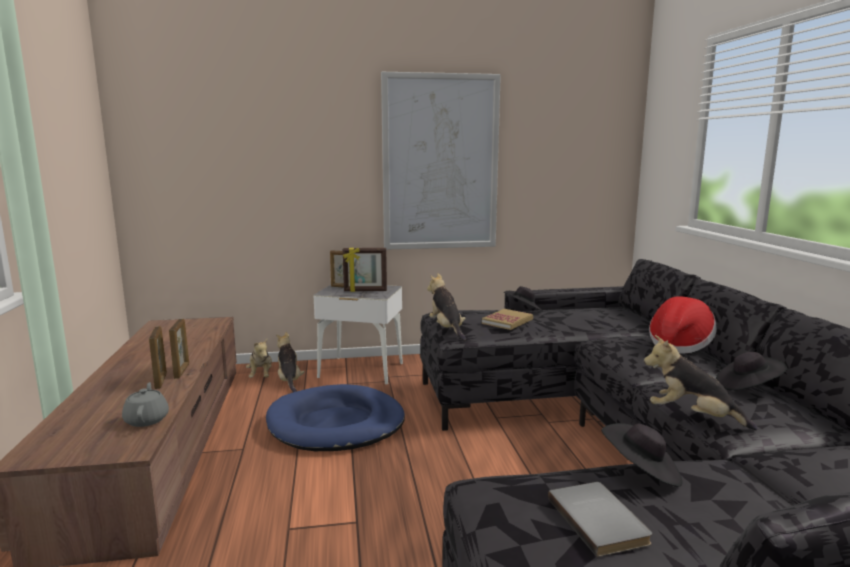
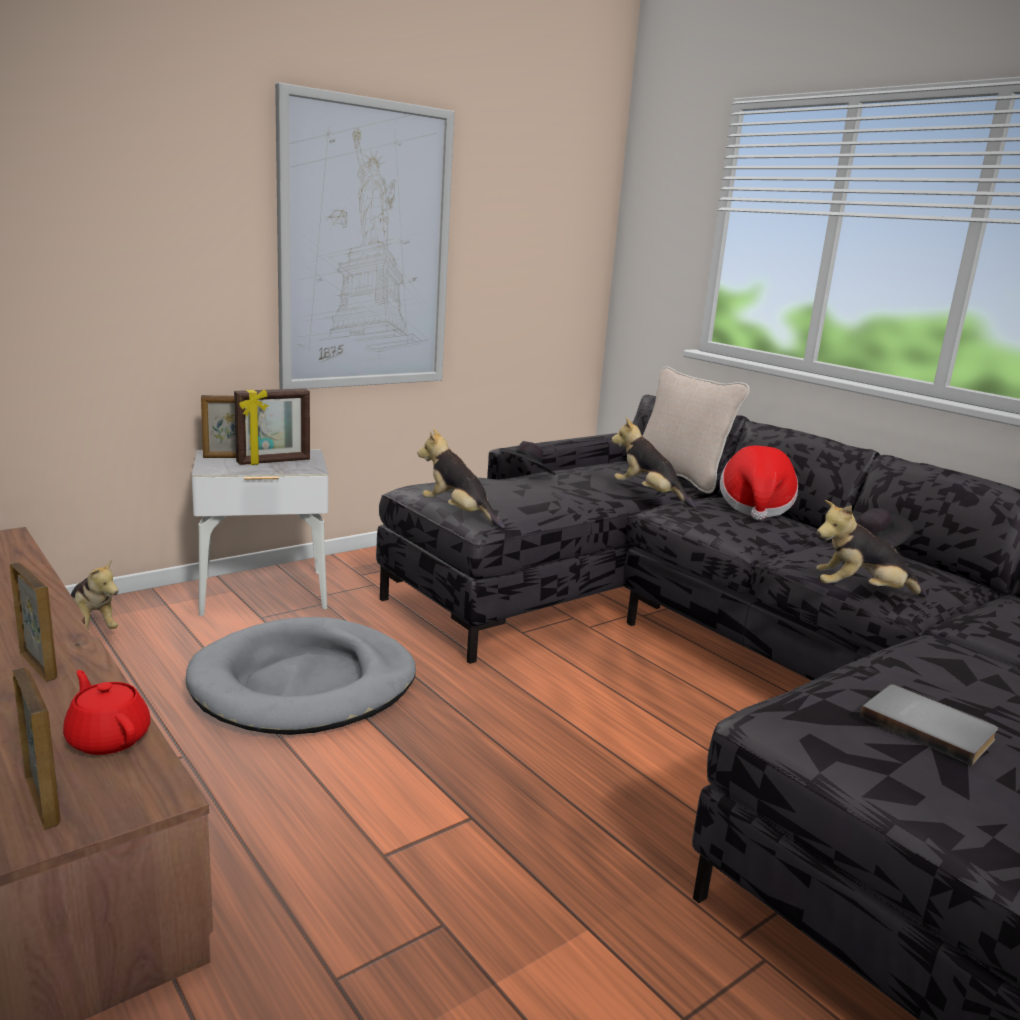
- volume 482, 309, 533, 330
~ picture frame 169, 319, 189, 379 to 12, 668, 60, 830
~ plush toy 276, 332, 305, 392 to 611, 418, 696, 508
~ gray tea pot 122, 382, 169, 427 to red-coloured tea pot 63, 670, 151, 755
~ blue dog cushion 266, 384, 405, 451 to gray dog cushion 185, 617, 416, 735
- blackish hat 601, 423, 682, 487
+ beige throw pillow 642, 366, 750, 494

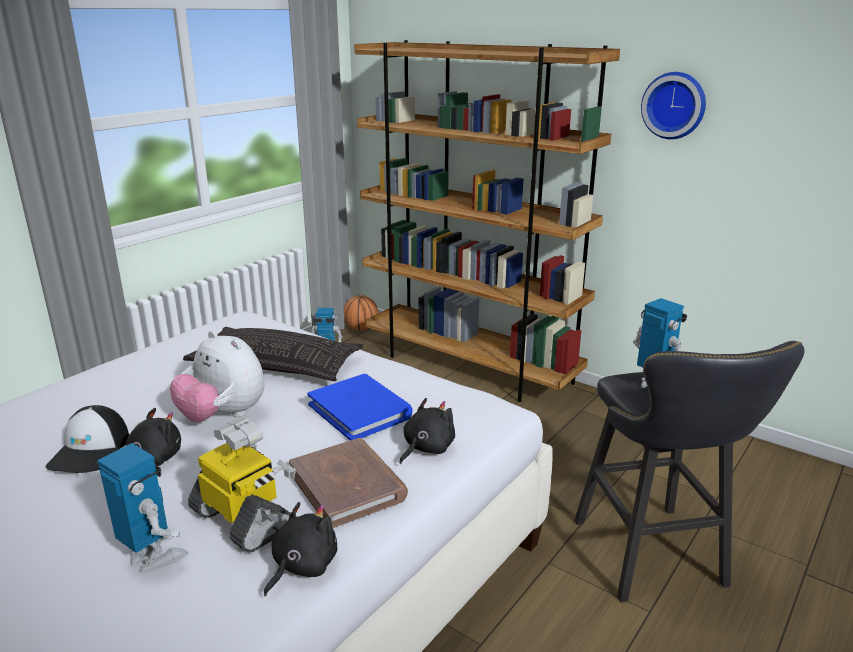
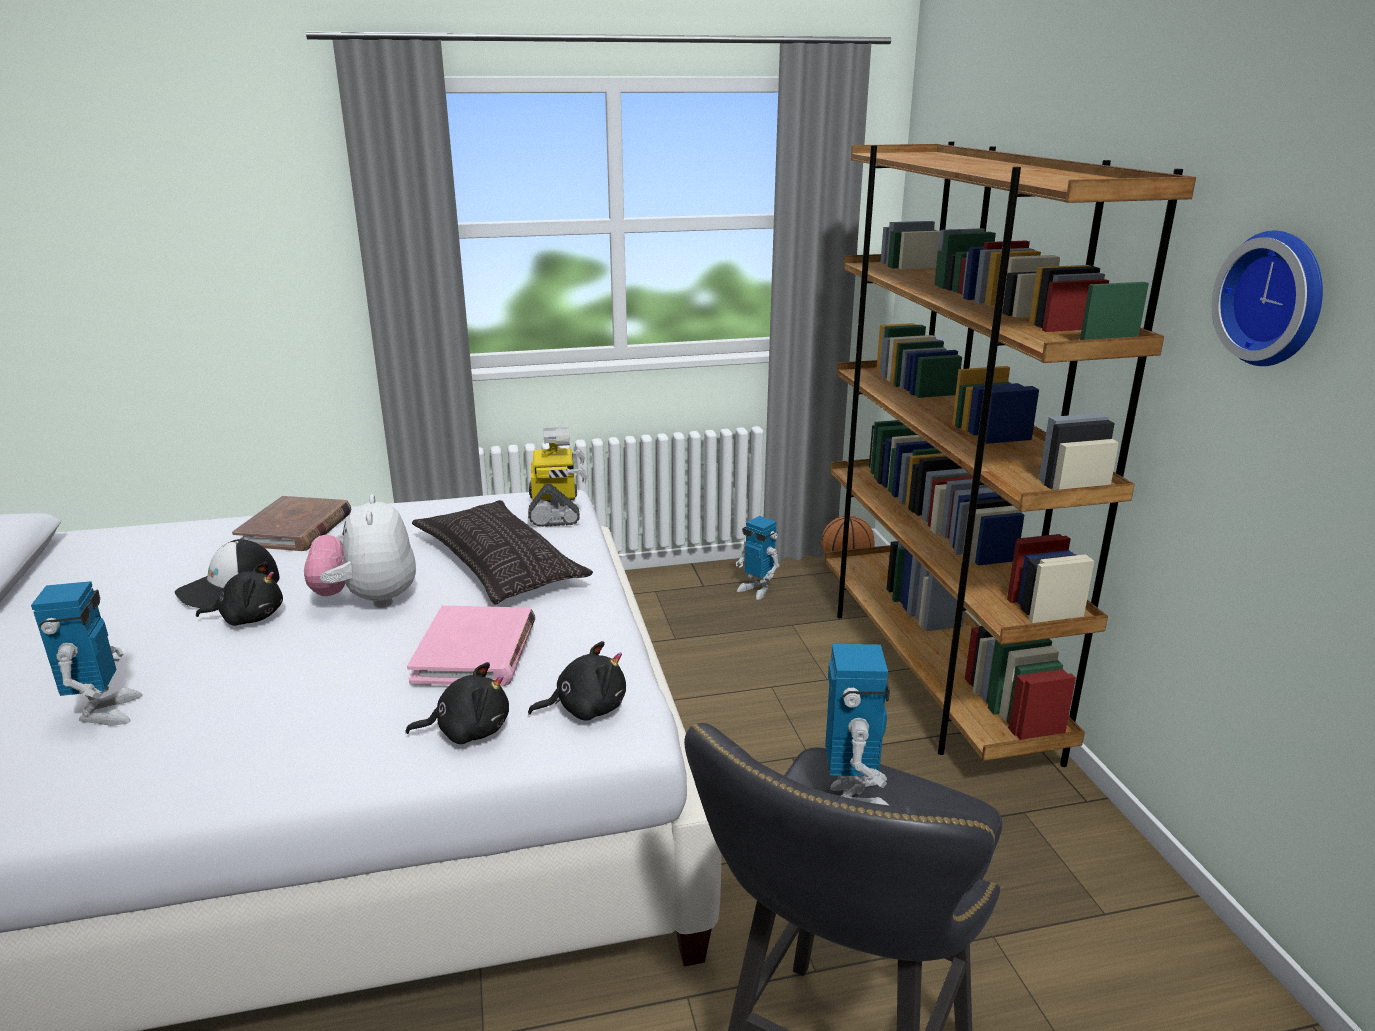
~ blue volume 307, 374, 413, 440 to pinkish volume 407, 605, 536, 686
~ toy robot 188, 418, 296, 553 to 528, 426, 587, 527
~ brownish volume 289, 438, 408, 528 to 232, 496, 351, 551
~ blackish plush toy 264, 502, 337, 596 to 528, 641, 626, 721

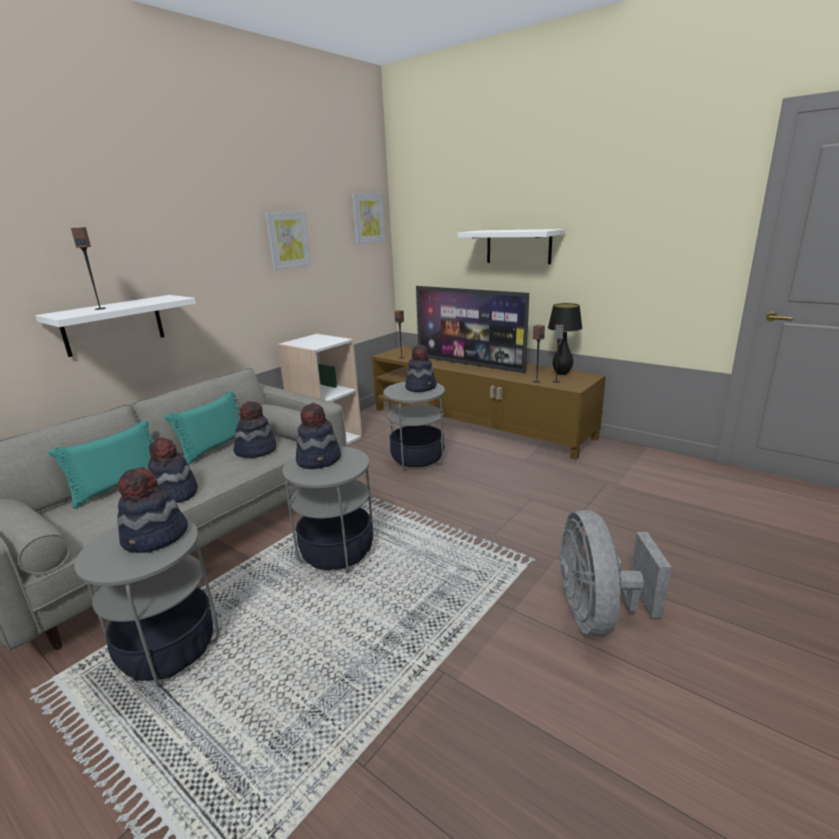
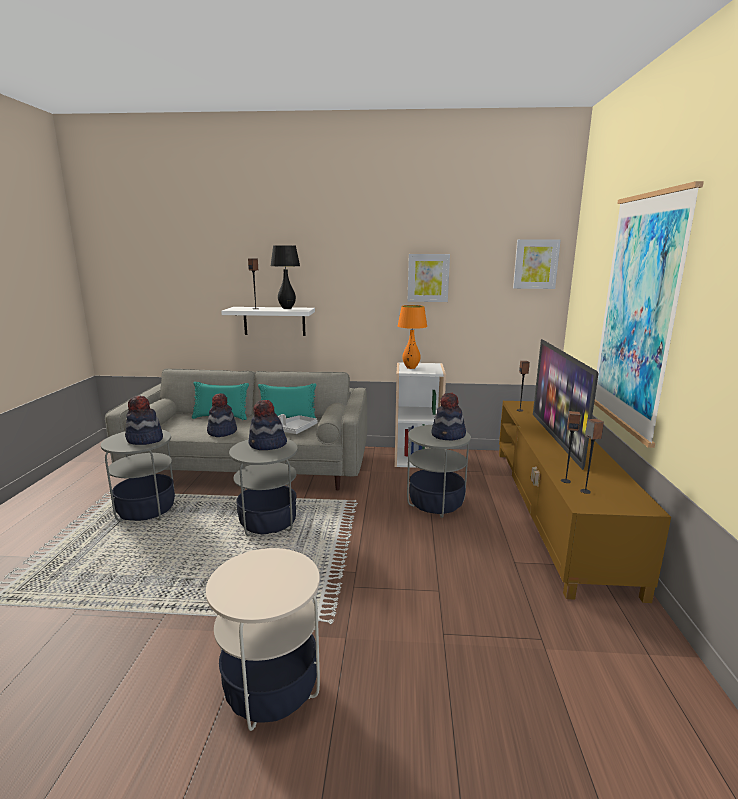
~ white-coloured wall shelf 458, 229, 565, 264 to picture 594, 181, 704, 448
~ blackish lamp for a table 548, 303, 582, 375 to 271, 245, 300, 309
~ hat 234, 401, 276, 458 to gray carrying tray 278, 414, 318, 434
~ gray cooling fan 559, 510, 671, 636 to beige end table 206, 548, 320, 731
+ orangey lamp for a table 398, 305, 427, 369

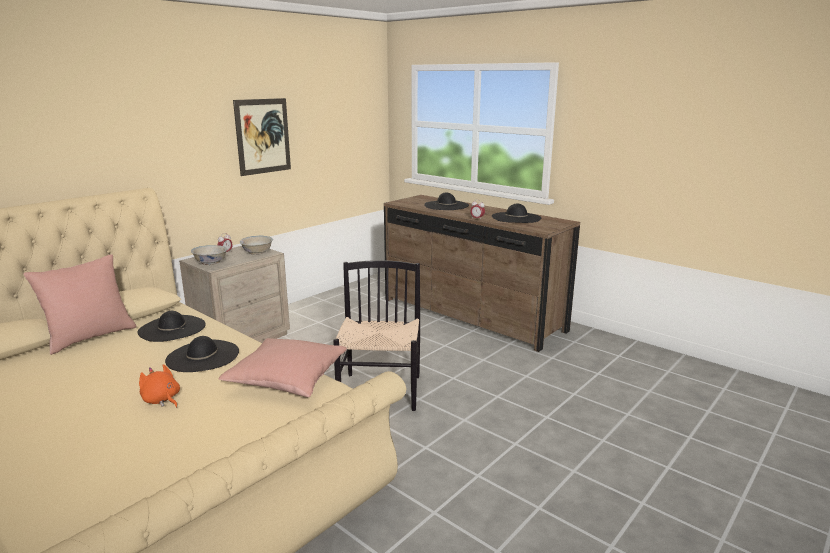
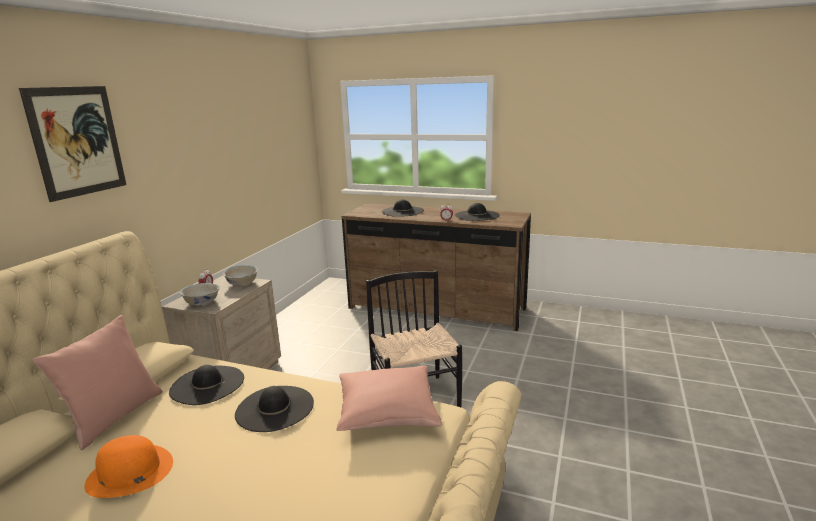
~ picture 233, 98, 291, 176 to 19, 86, 126, 202
- orangey plush toy 139, 364, 180, 408
+ orangey hat 84, 435, 173, 498

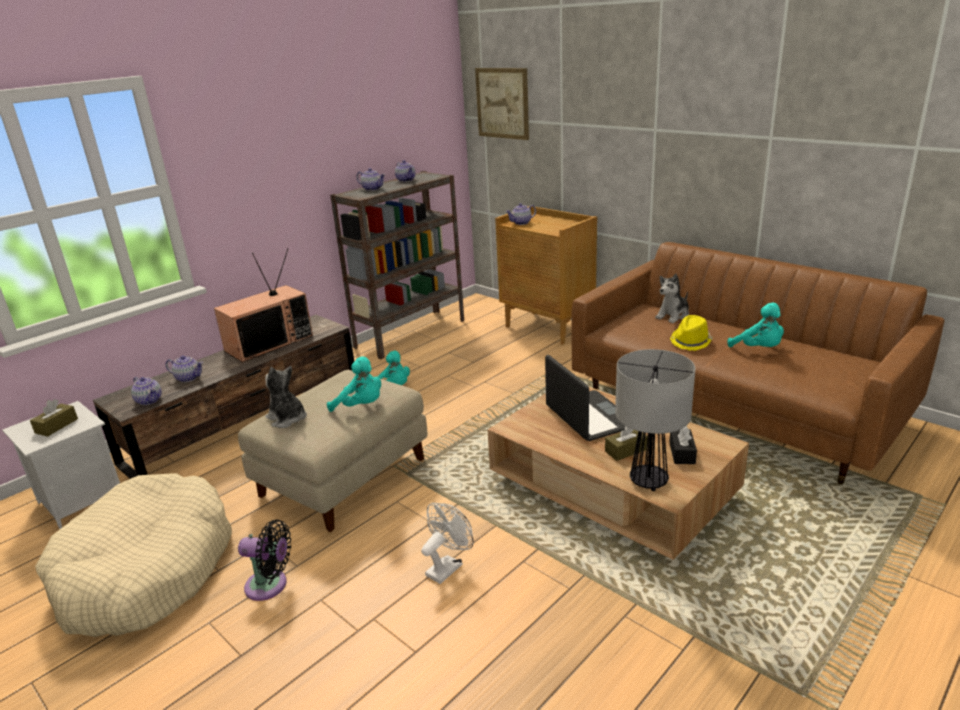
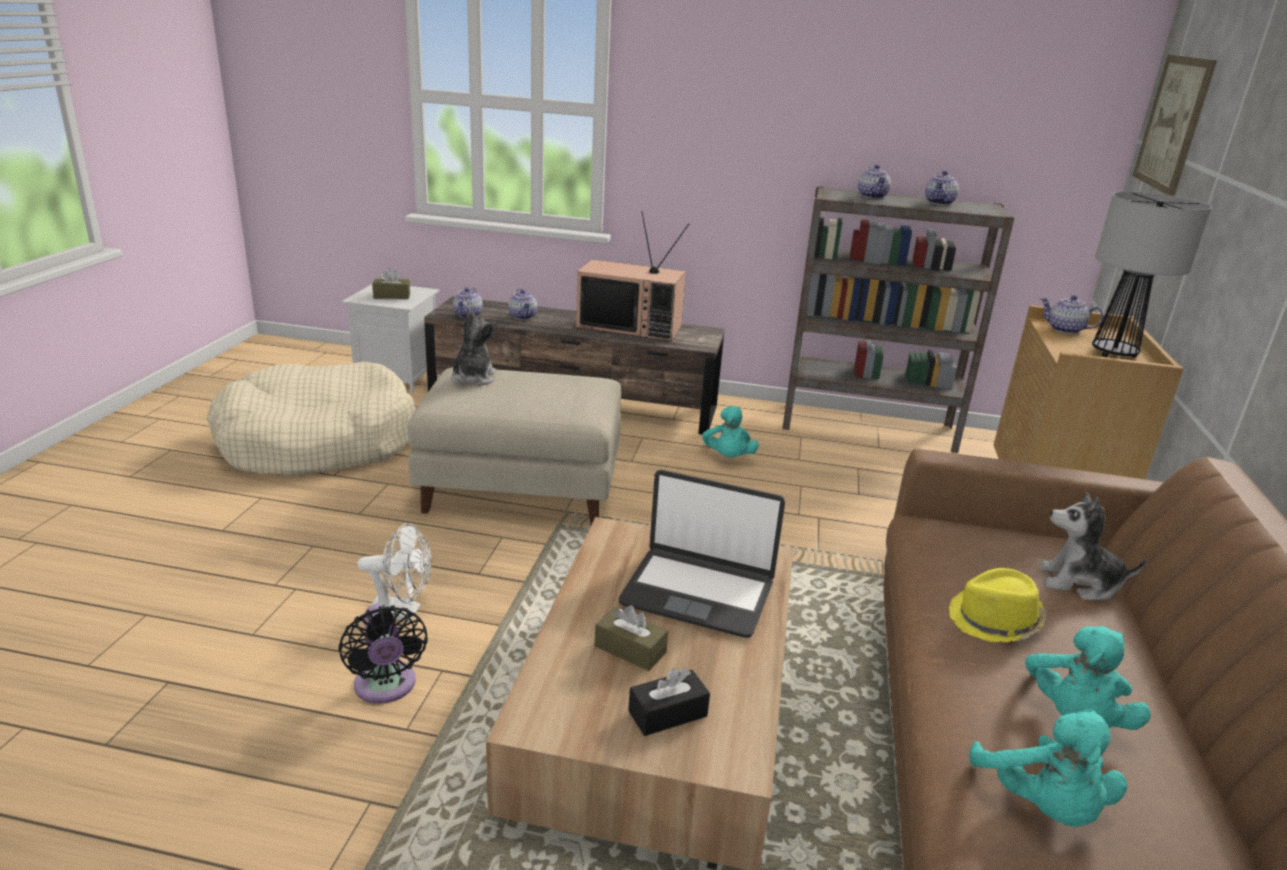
~ lamp for a table 615, 349, 696, 491 to 1092, 191, 1212, 358
~ laptop 545, 355, 626, 441 = 619, 470, 785, 638 75 degrees clockwise
~ turquoise plush toy 327, 356, 381, 412 to 969, 709, 1127, 827
~ blackish cooling fan 238, 520, 291, 601 to 338, 604, 428, 704

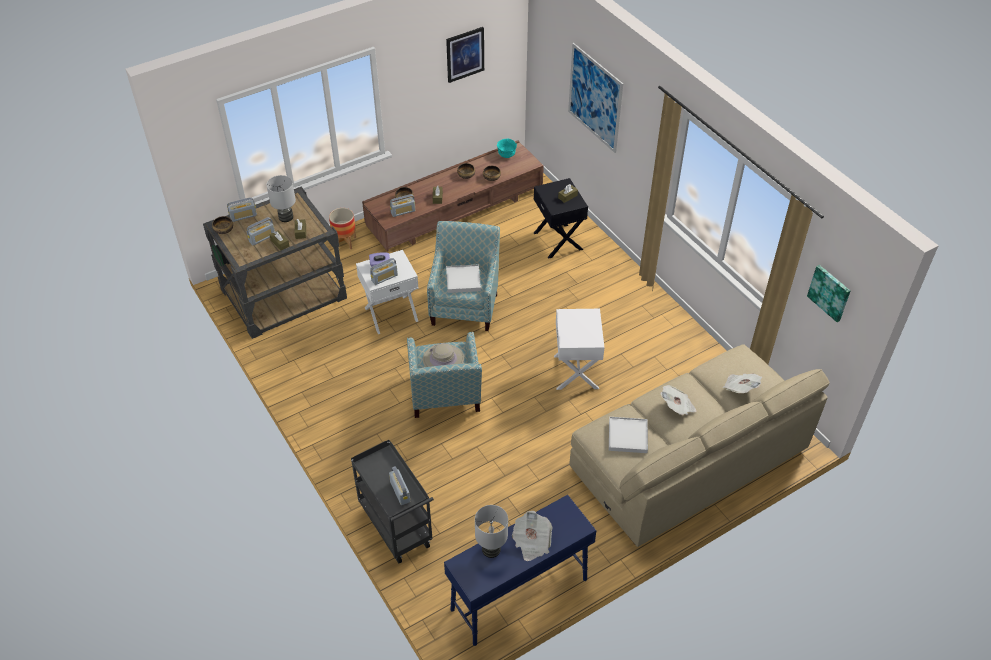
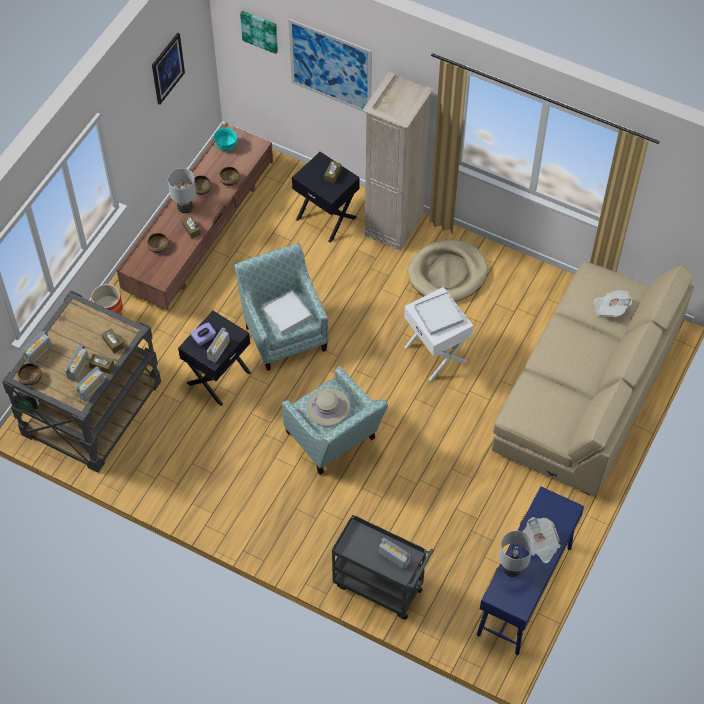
~ gray lamp for a table 266, 175, 296, 222 to 168, 168, 196, 213
~ radio 390, 194, 415, 217 to 75, 366, 105, 401
~ white-coloured end table 356, 250, 419, 334 to blackish end table 178, 311, 251, 406
~ picture 807, 265, 850, 322 to 240, 11, 278, 54
- printed paper 660, 385, 697, 415
~ white-coloured carrying tray 609, 417, 648, 453 to 414, 292, 464, 335
+ beige cabinet 363, 71, 433, 251
+ beige dog cushion 408, 240, 488, 302

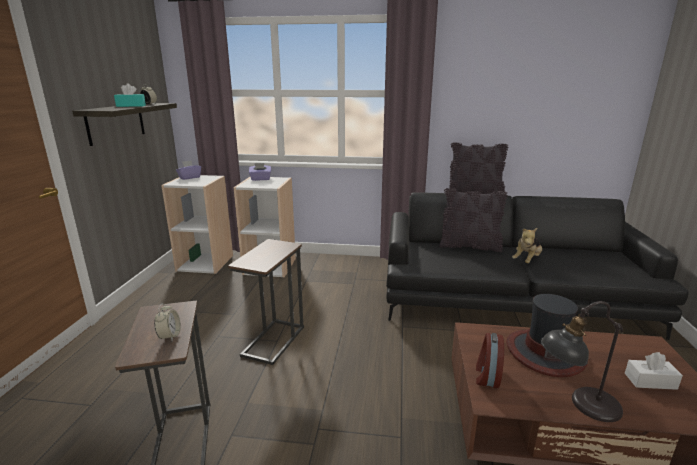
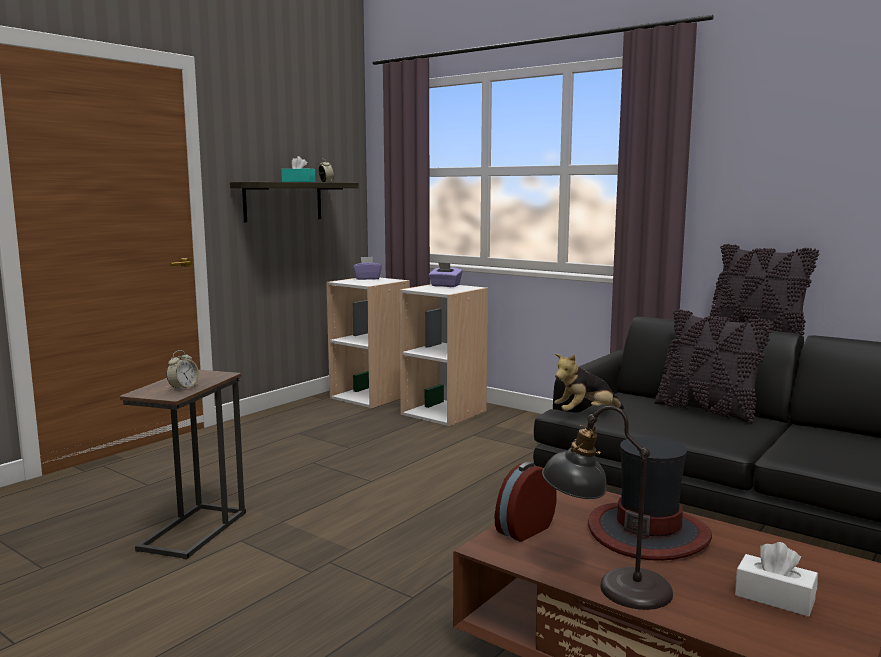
~ plush toy 512, 228, 542, 263 to 554, 354, 624, 411
- brownish end table 228, 239, 304, 365

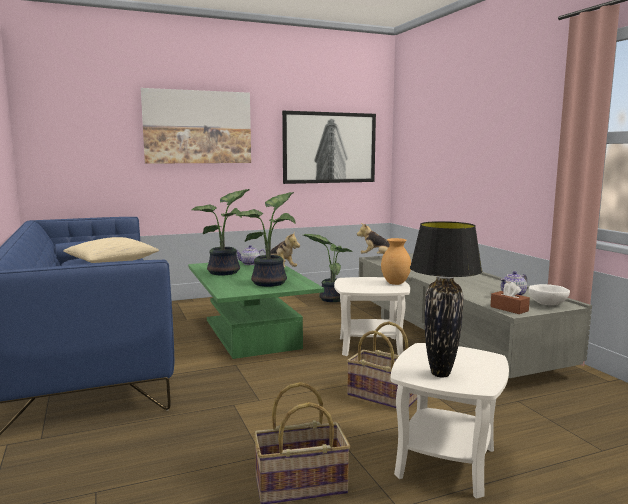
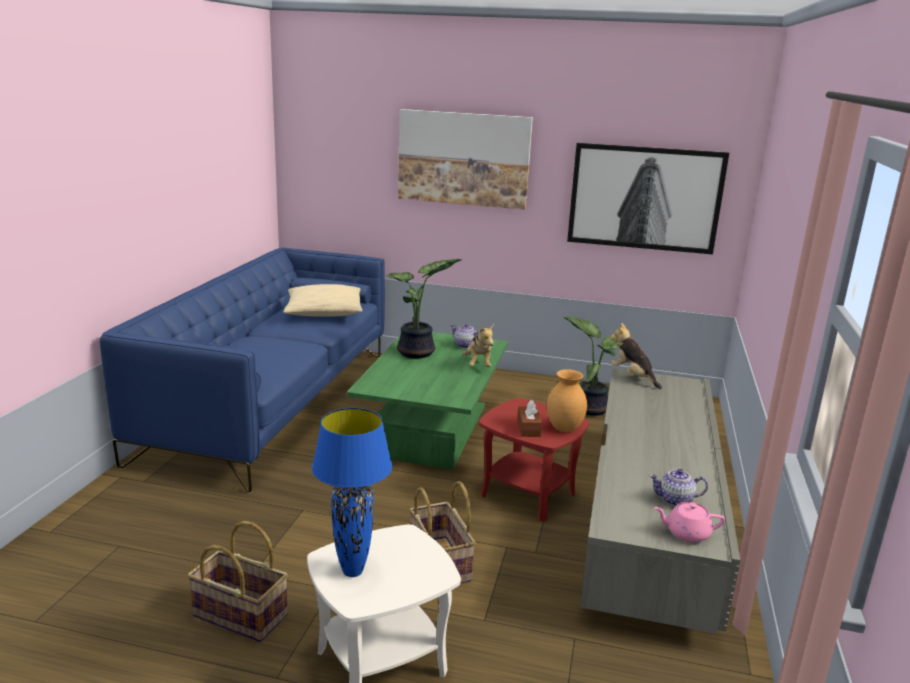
- houseplant 235, 192, 296, 287
~ blackish lamp for a table 410, 221, 482, 377 to blue lamp for a table 312, 408, 392, 577
~ white-coloured end table 334, 277, 410, 356 to red-coloured end table 479, 398, 589, 521
~ brownish tissue box 490, 282, 530, 314 to 517, 400, 542, 437
~ white-coloured serving bowl 528, 284, 570, 305 to pinkish tea pot 654, 502, 725, 542

